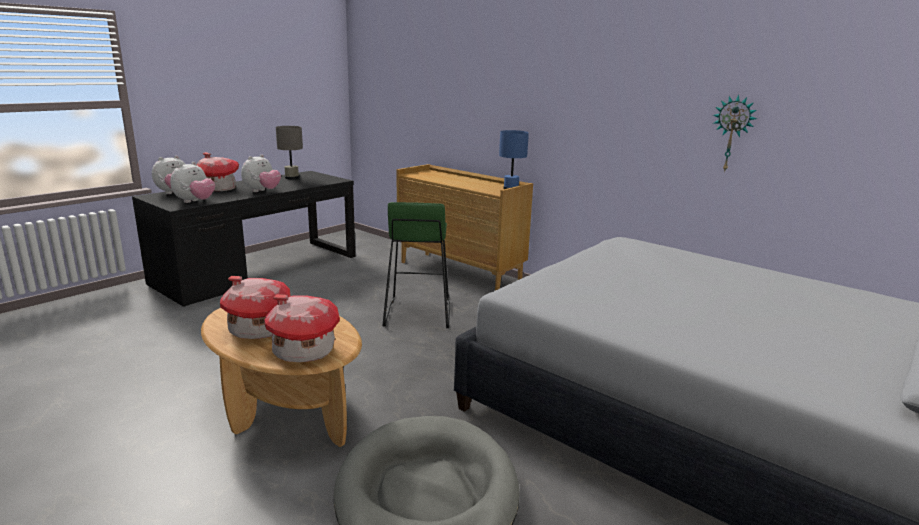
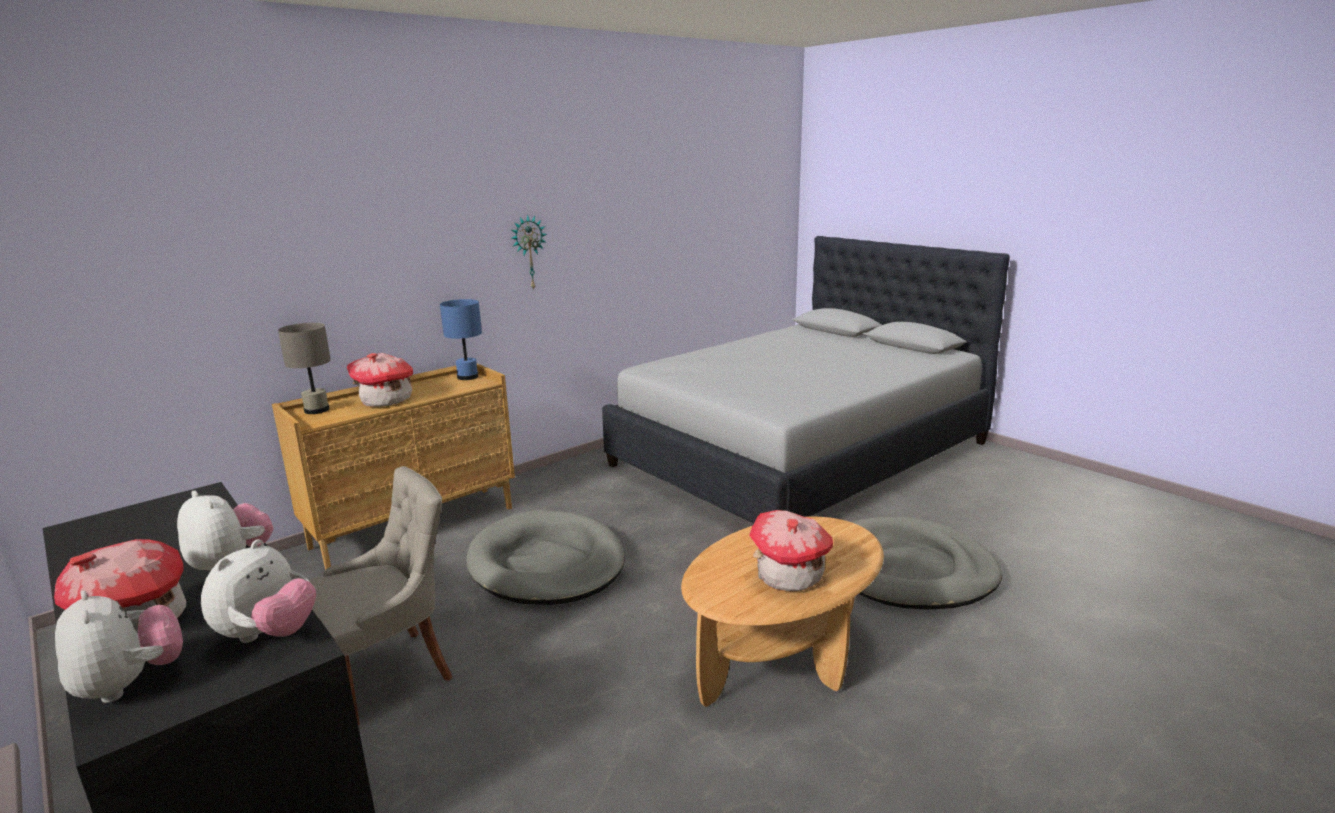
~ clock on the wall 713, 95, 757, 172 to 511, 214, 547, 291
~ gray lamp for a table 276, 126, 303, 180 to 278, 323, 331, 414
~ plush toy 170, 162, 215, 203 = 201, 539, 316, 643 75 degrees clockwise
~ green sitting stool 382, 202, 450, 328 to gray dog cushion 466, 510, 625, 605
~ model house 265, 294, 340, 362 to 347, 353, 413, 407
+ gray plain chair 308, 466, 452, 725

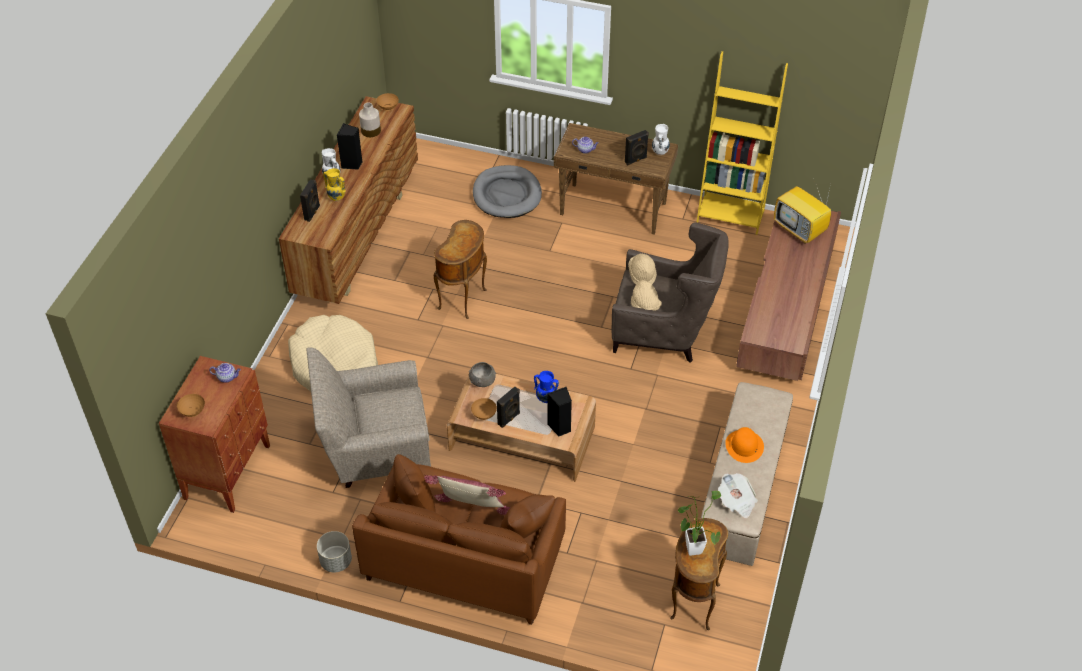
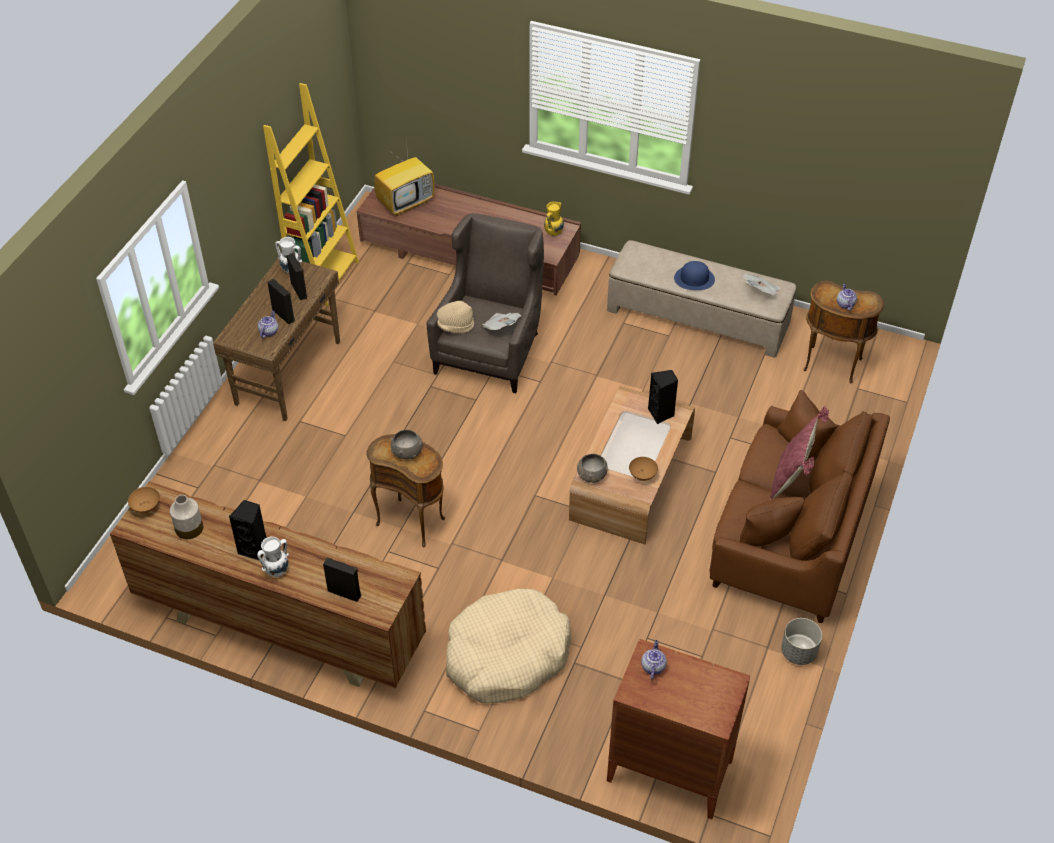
- gray dog cushion 473, 165, 542, 218
~ yellow-coloured vase 323, 168, 346, 201 to 544, 202, 564, 236
~ beige hat 631, 280, 662, 311 to printed paper 482, 313, 522, 330
- beige lounge chair 306, 347, 431, 488
- blue vase 534, 371, 559, 403
~ blackish speaker 497, 386, 520, 428 to 267, 279, 295, 324
- brownish serving bowl 177, 394, 205, 417
~ orangey hat 725, 427, 764, 463 to blue hat 674, 261, 715, 290
~ houseplant 678, 491, 722, 556 to tea pot 837, 283, 857, 311
+ gray serving bowl 391, 429, 422, 459

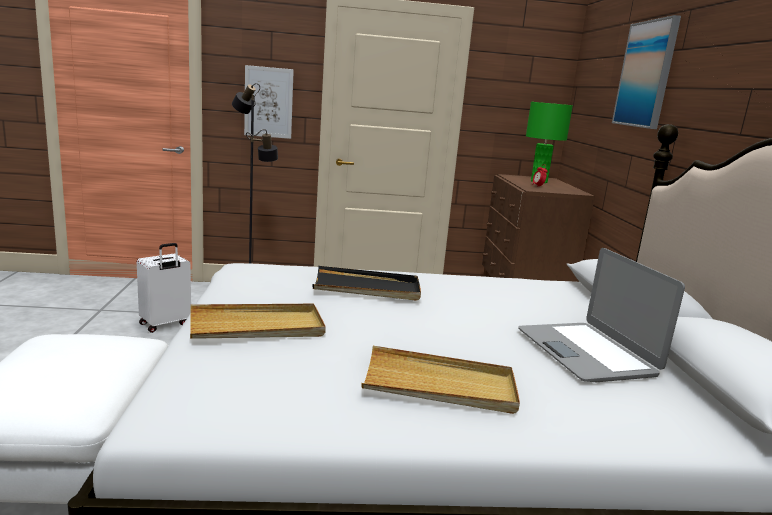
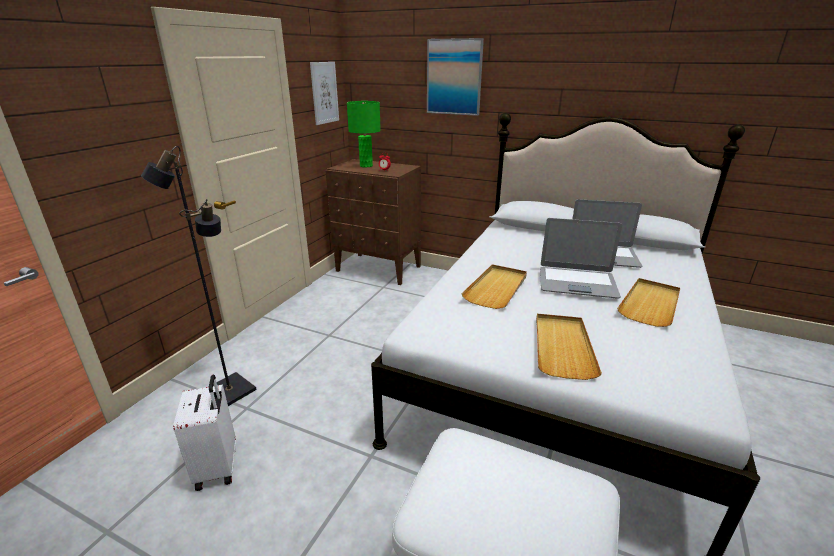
~ picture 244, 65, 294, 139 to 310, 62, 339, 125
~ blackish carrying tray 313, 266, 421, 301 to beige carrying tray 461, 264, 527, 309
+ laptop 540, 218, 622, 299

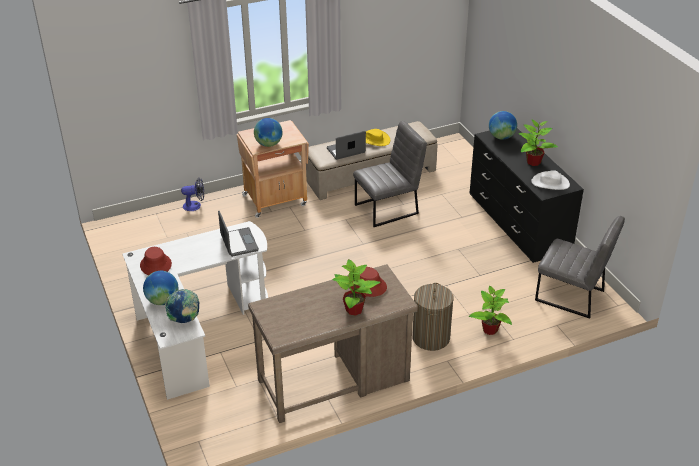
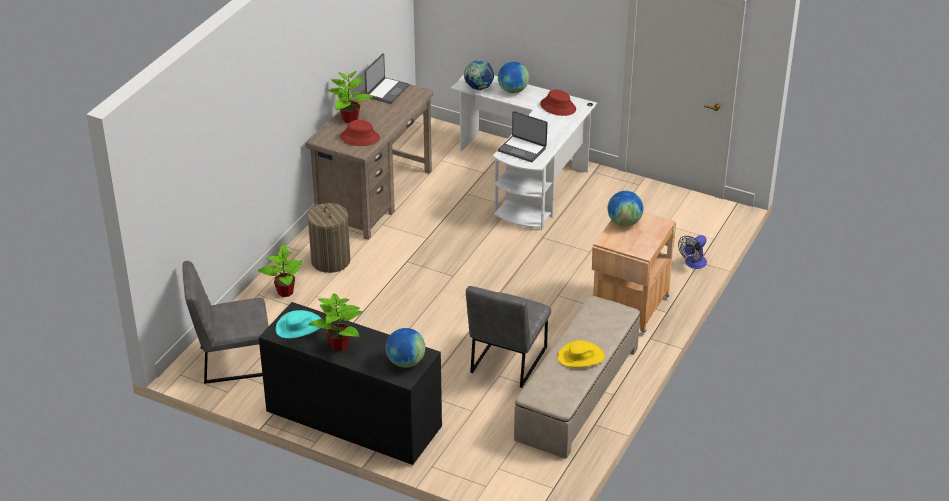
~ laptop 327, 131, 366, 160 to 364, 53, 410, 104
~ white-coloured hat 531, 170, 570, 190 to turquoise hat 275, 310, 321, 339

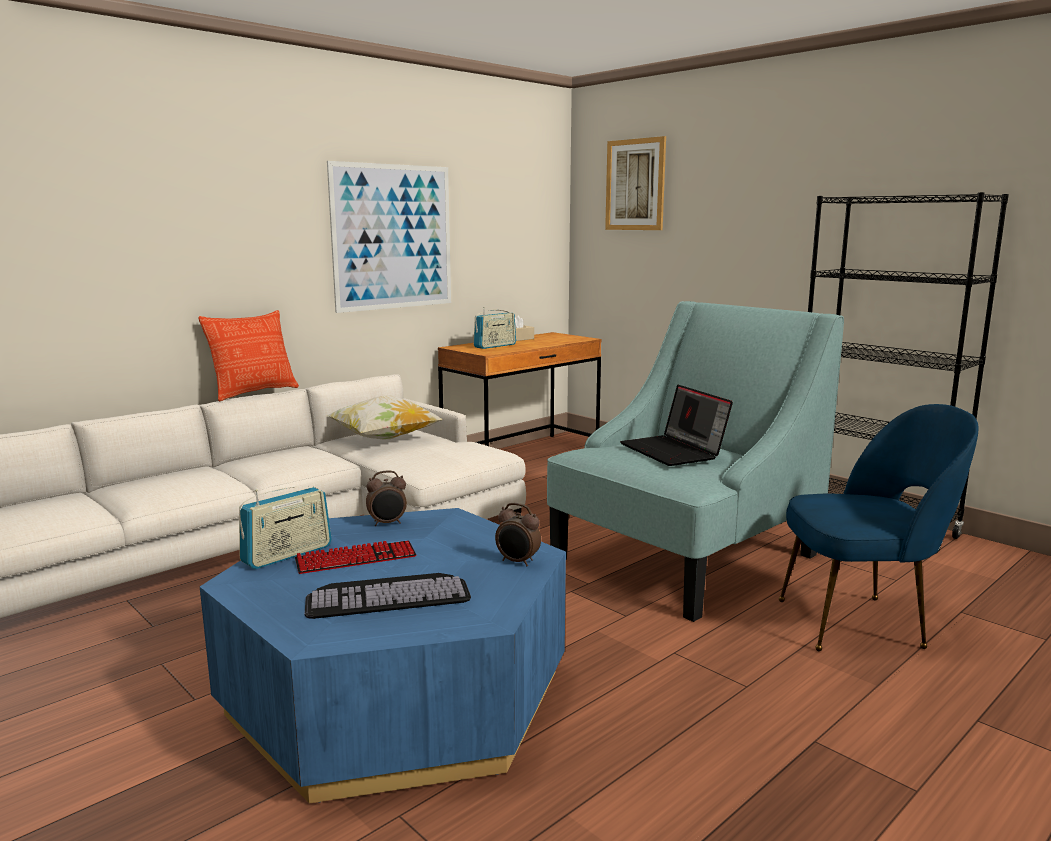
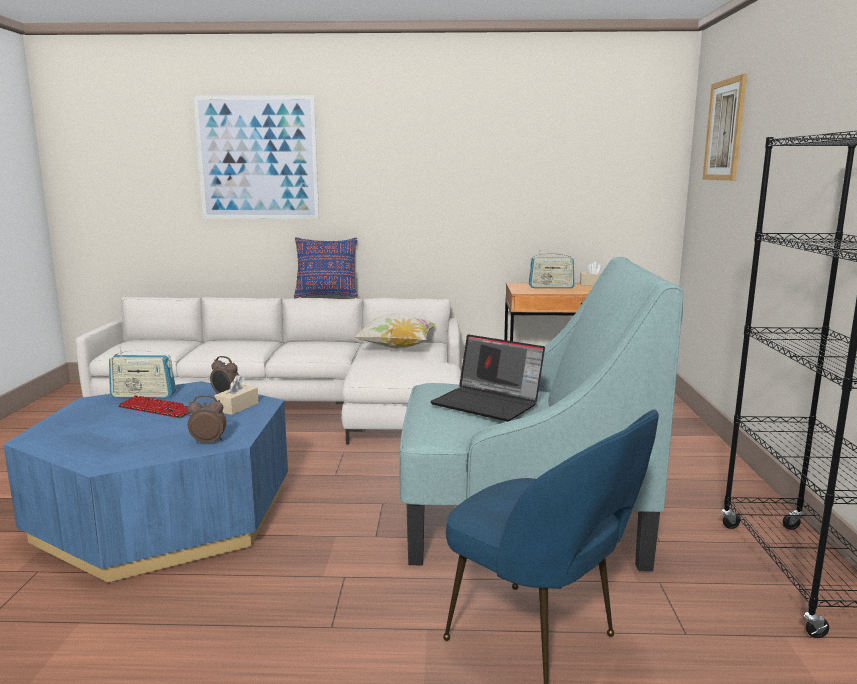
~ picture 327, 161, 451, 313 to 193, 95, 319, 219
~ orangey throw pillow 199, 310, 299, 401 to blue throw pillow 294, 237, 358, 298
~ laptop 620, 385, 733, 466 = 430, 335, 545, 421 75 degrees counterclockwise
~ bedside clock 495, 503, 541, 567 = 187, 395, 226, 443 105 degrees clockwise
- PC keyboard 305, 573, 471, 619
+ beige tissue box 214, 375, 259, 415

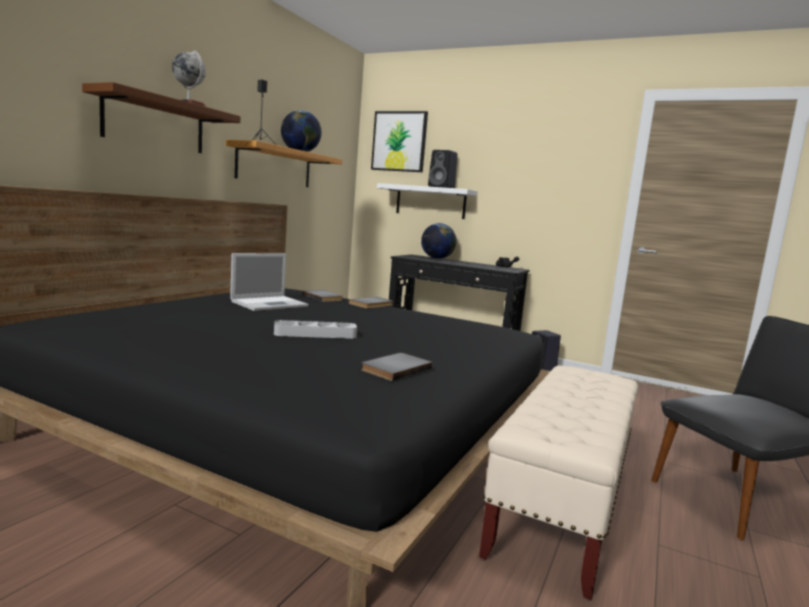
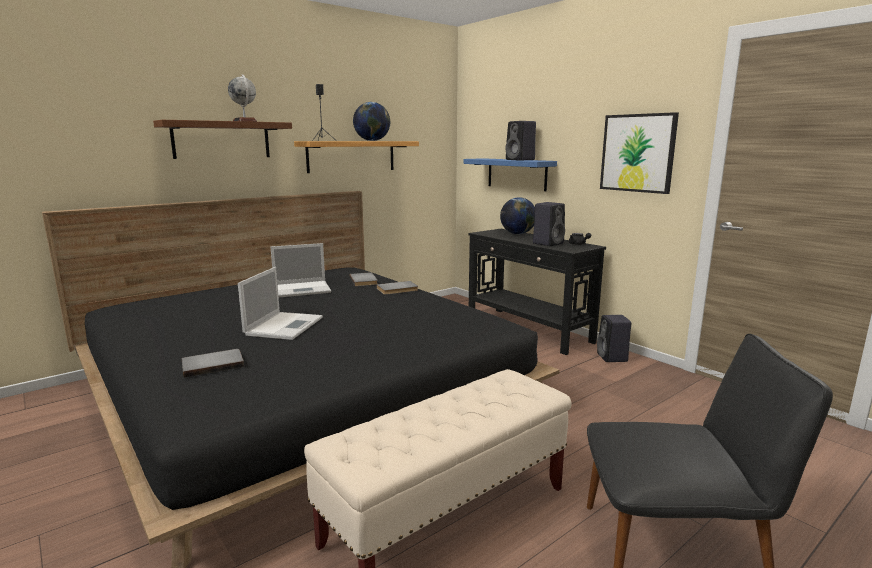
~ picture 371, 111, 428, 172 to 600, 112, 679, 194
~ white-coloured wall shelf 377, 183, 477, 219 to blue wall shelf 463, 158, 557, 191
~ gray carrying tray 274, 320, 357, 339 to laptop 238, 267, 323, 340
~ gray volume 361, 353, 433, 381 to 182, 349, 244, 378
+ blackish speaker 533, 202, 565, 246

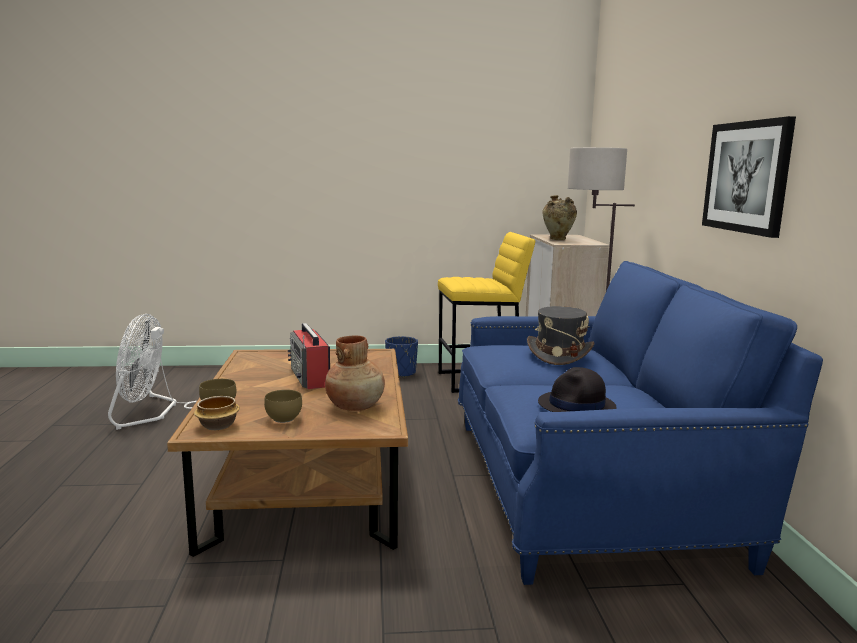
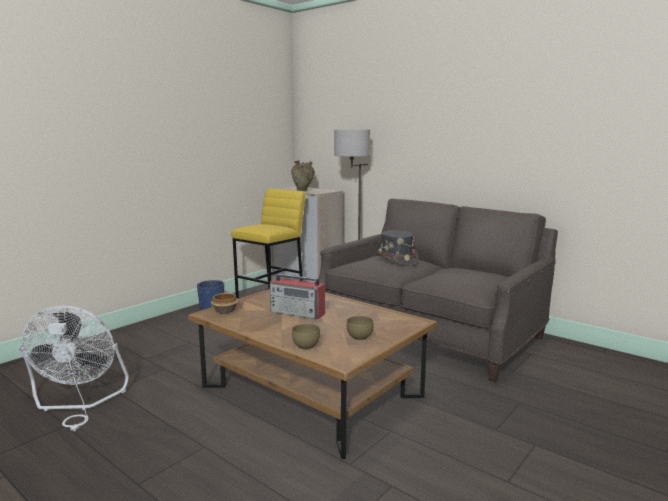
- picture 702, 116, 796, 238
~ blue sofa 458, 261, 823, 585 to gray sofa 318, 199, 558, 382
~ white-coloured cooling fan 108, 314, 197, 430 = 18, 306, 129, 431 135 degrees clockwise
- brownish vase 325, 335, 385, 411
- blackish hat 538, 367, 616, 412
~ serving bowl 194, 396, 240, 430 to 211, 293, 239, 314

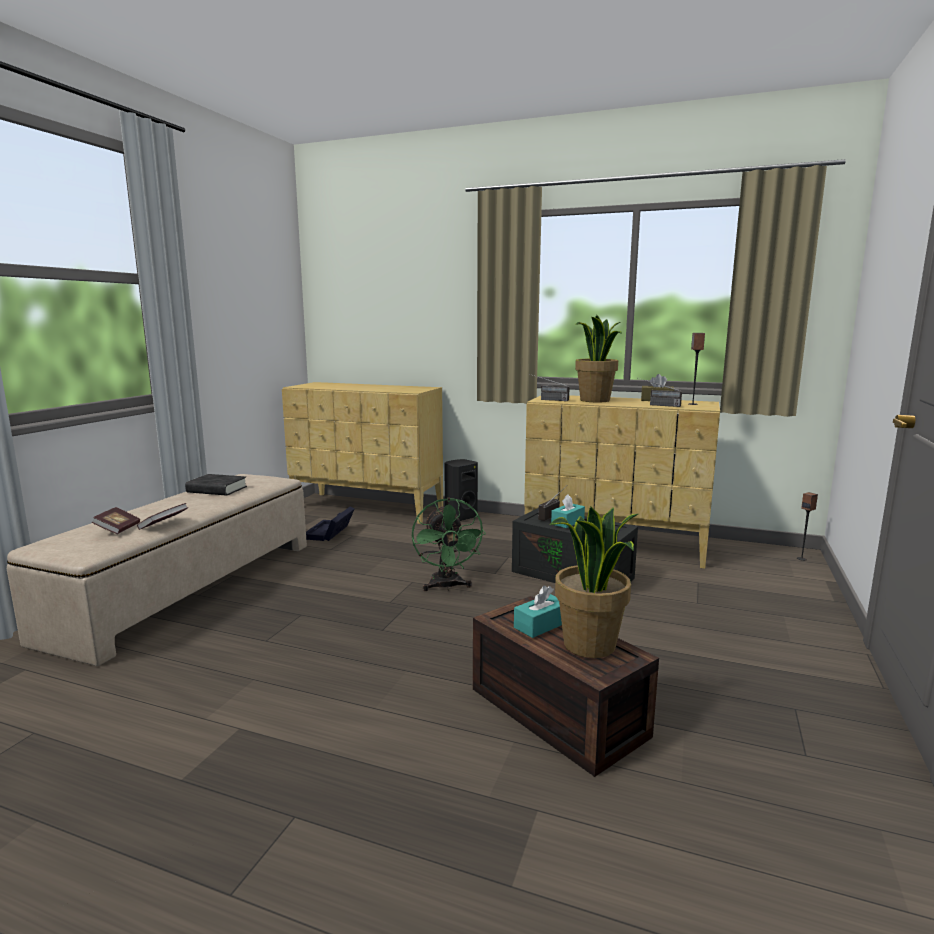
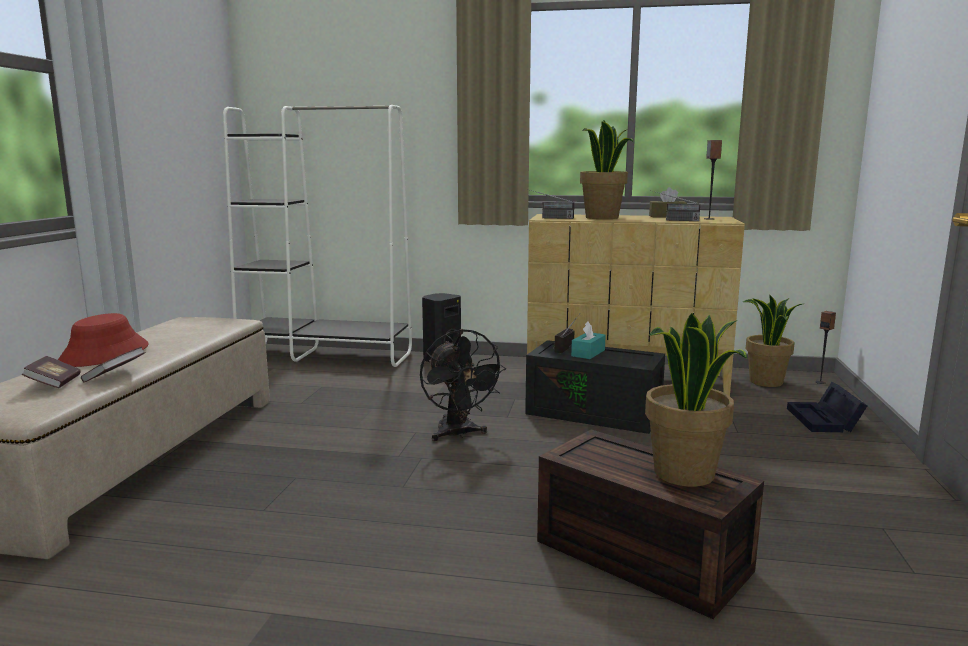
~ beige drawer chest 282, 382, 443, 524 to blackish garment stand 223, 105, 412, 367
- blackish volume 185, 474, 247, 496
~ green cooling fan 412, 498, 486, 591 to blackish cooling fan 420, 329, 506, 441
~ blackish storage bin 306, 507, 354, 541 to 787, 382, 867, 432
- turquoise tissue box 514, 585, 562, 638
+ houseplant 743, 295, 802, 387
+ red-coloured hat 58, 313, 149, 367

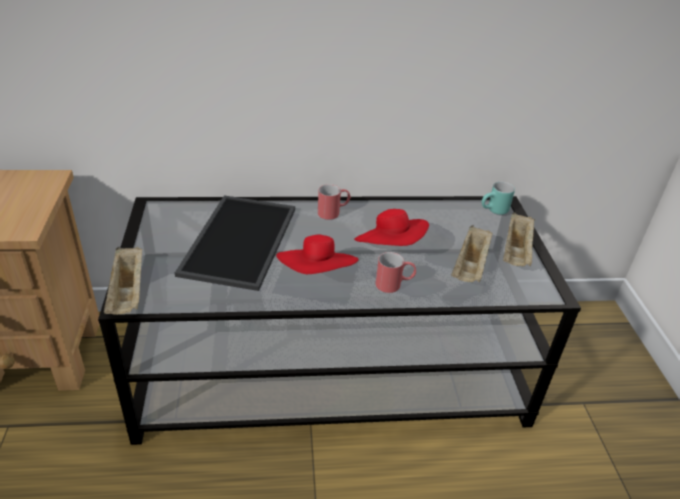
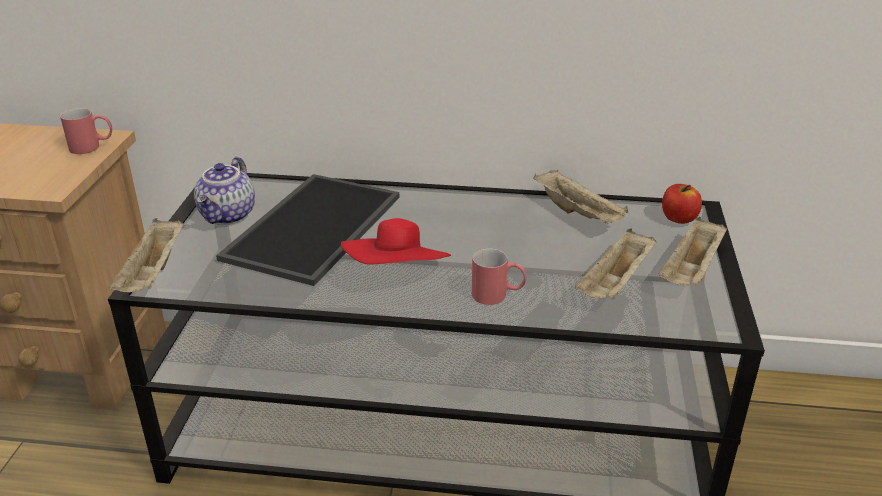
~ turquoise mug 482, 182, 515, 215 to apple 662, 184, 702, 224
~ red-coloured mug 318, 184, 351, 220 to 60, 108, 112, 154
- red-coloured hat 354, 209, 429, 246
+ tea pot 194, 157, 255, 225
+ beige carrying tray 533, 170, 628, 223

